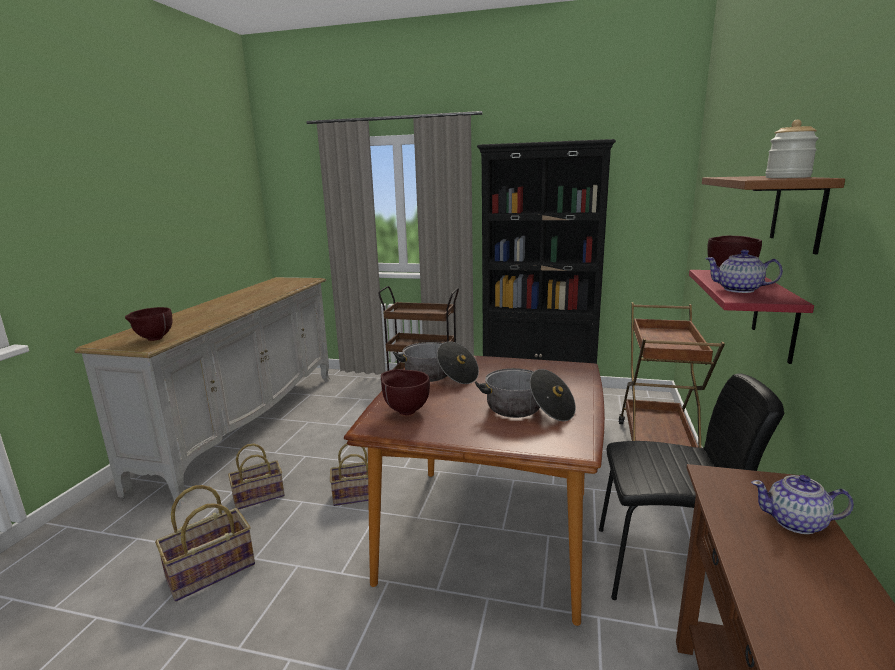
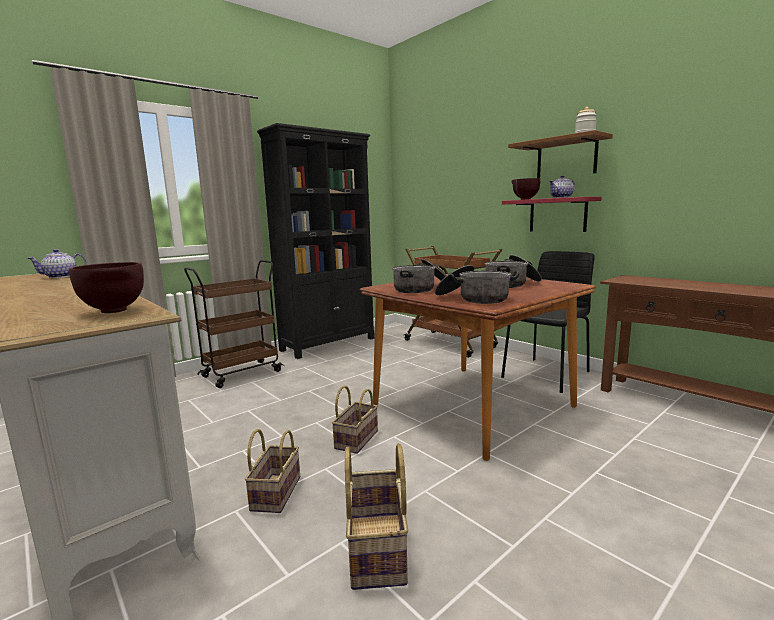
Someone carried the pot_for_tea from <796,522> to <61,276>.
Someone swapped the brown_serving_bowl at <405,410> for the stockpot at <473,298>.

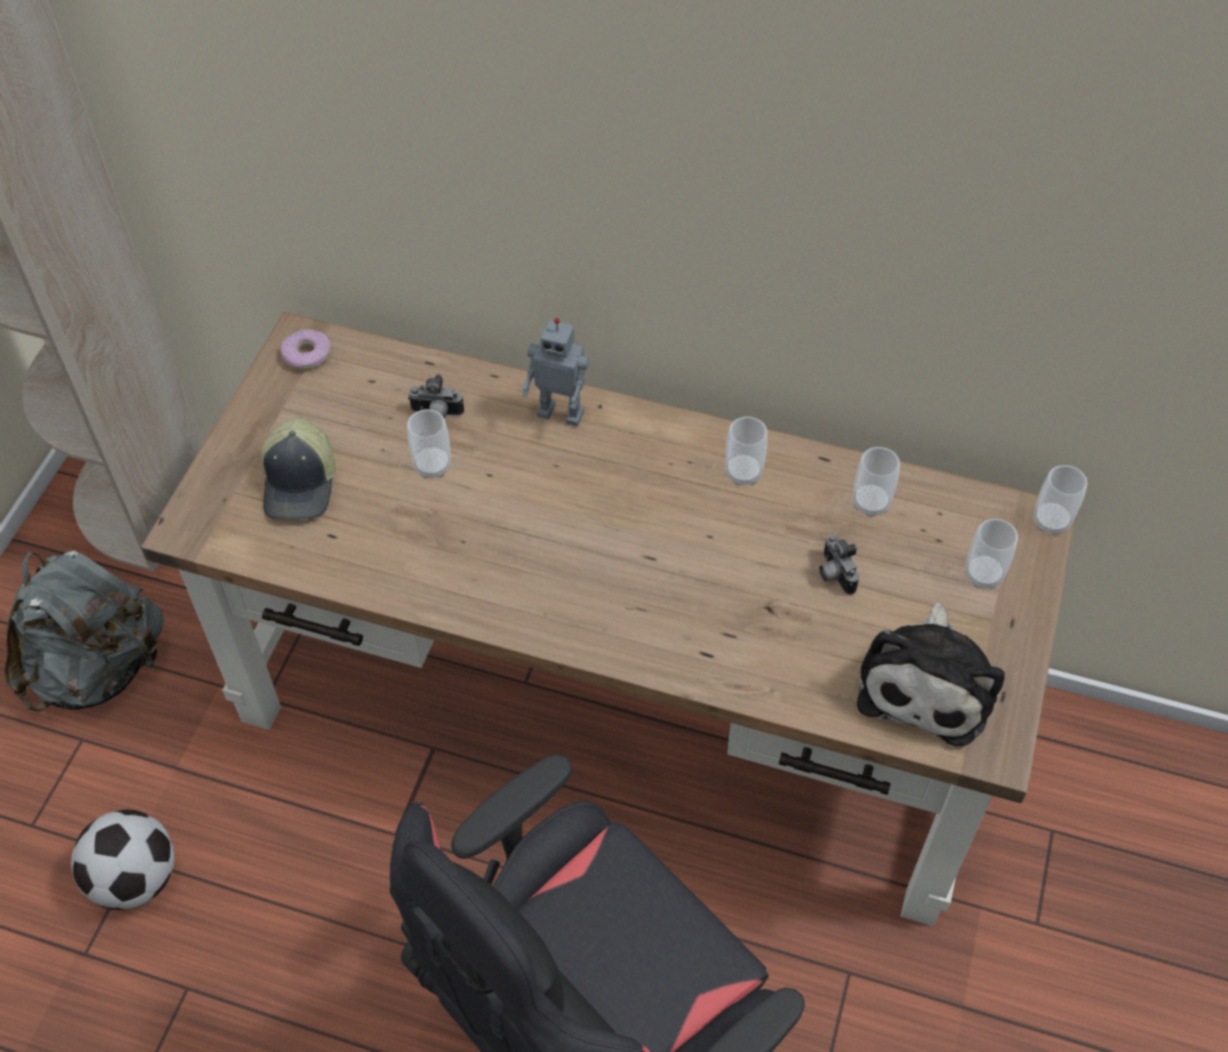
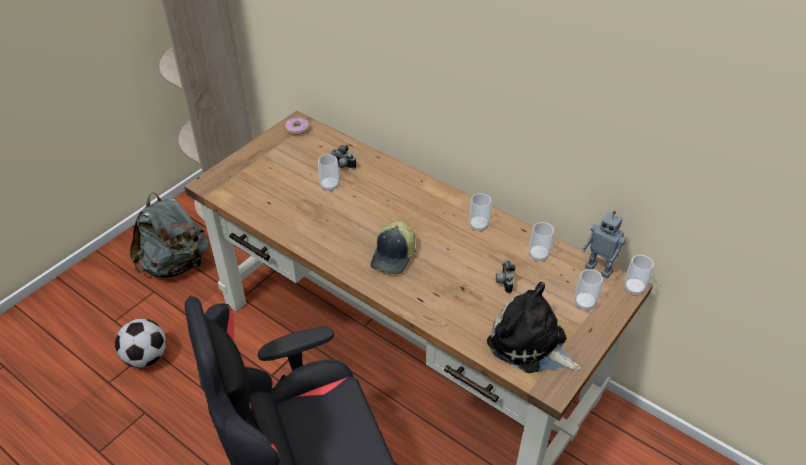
Someone carried the baseball_cap from <301,483> to <394,256>.
Someone carried the robot_figure from <561,412> to <599,269>.
Someone rotated the plush_toy at <928,683> by 90 degrees clockwise.

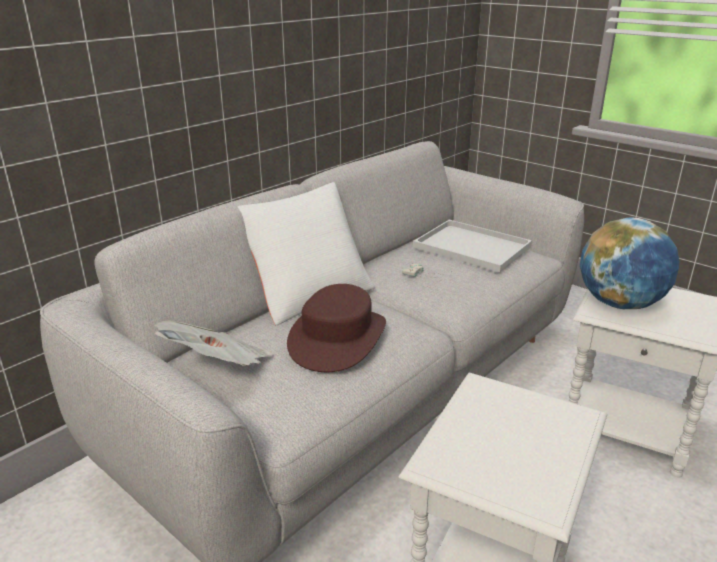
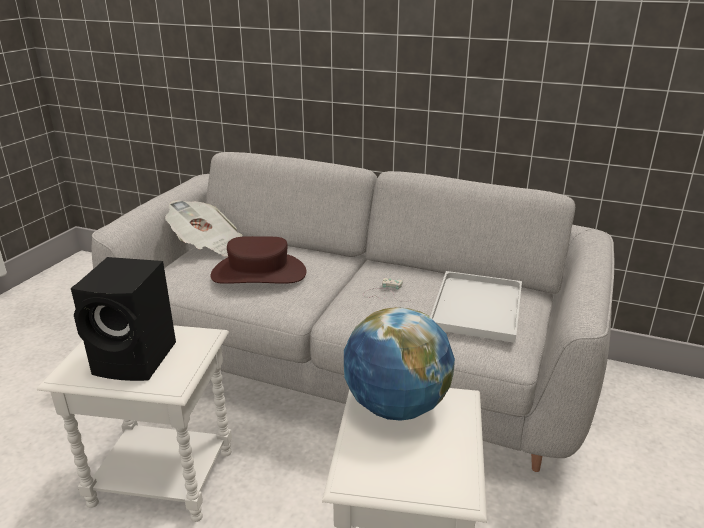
Someone took away the white-coloured_throw_pillow at <308,293>.
Someone put down the black-coloured_loudspeaker at <137,359>.

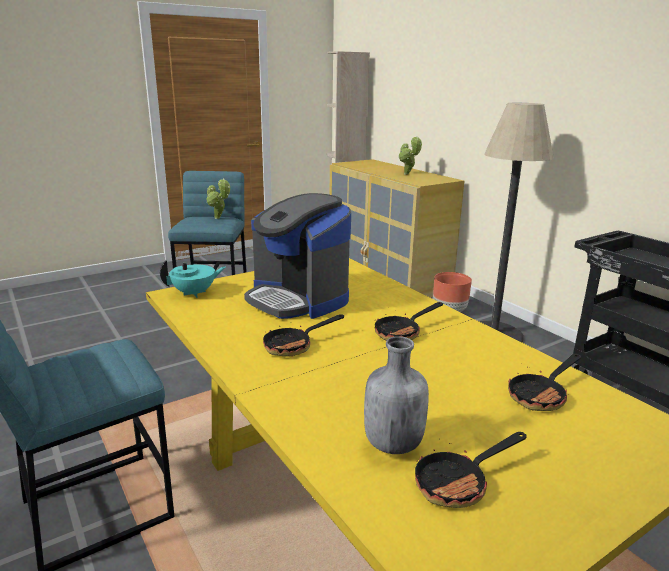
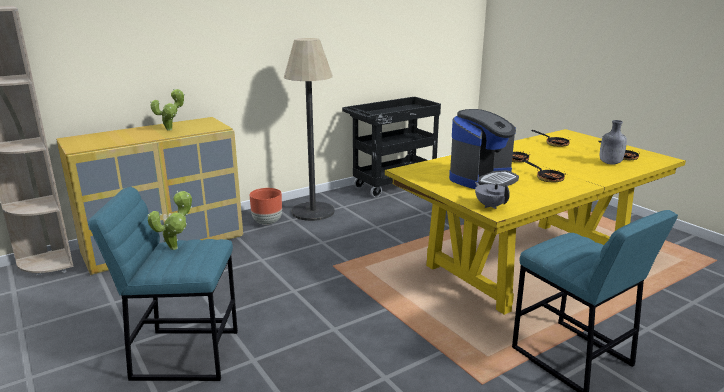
Someone repainted the blue-green_pot_for_tea at <195,293>, which became the grey_pot_for_tea at <490,206>.

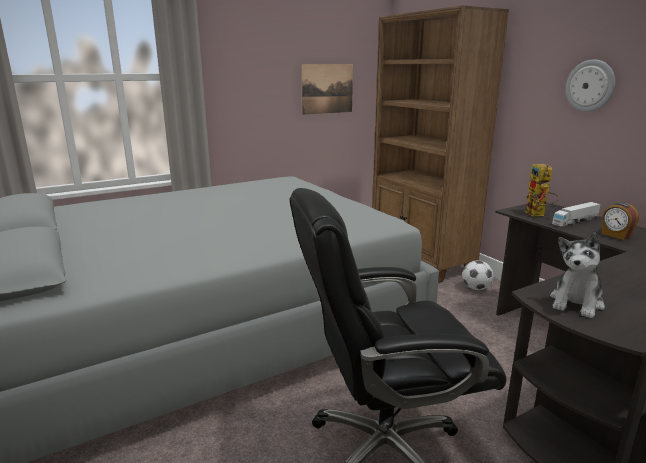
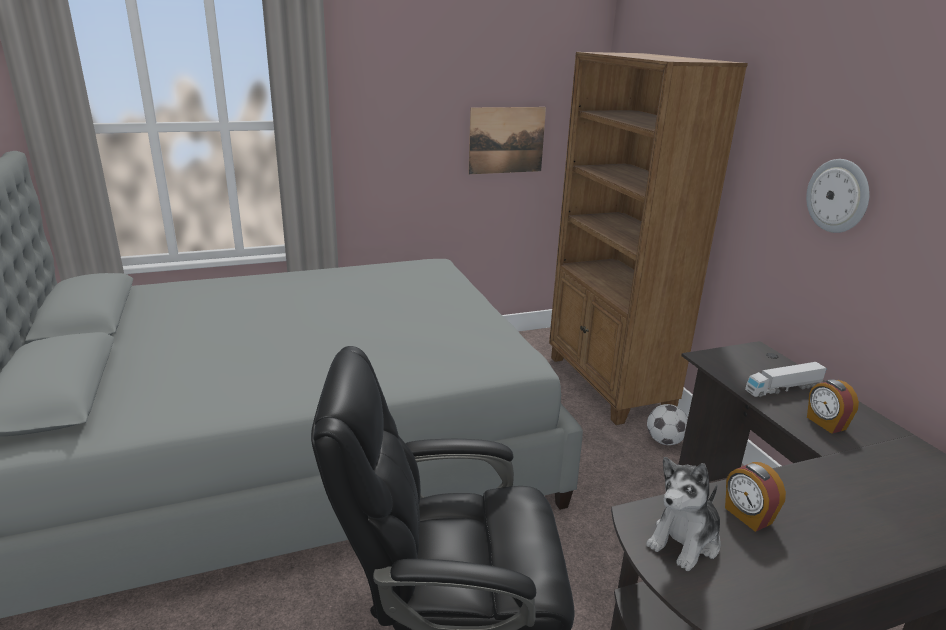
Someone took away the robot_figure at <538,215>.
Someone put down the table_clock at <747,516>.

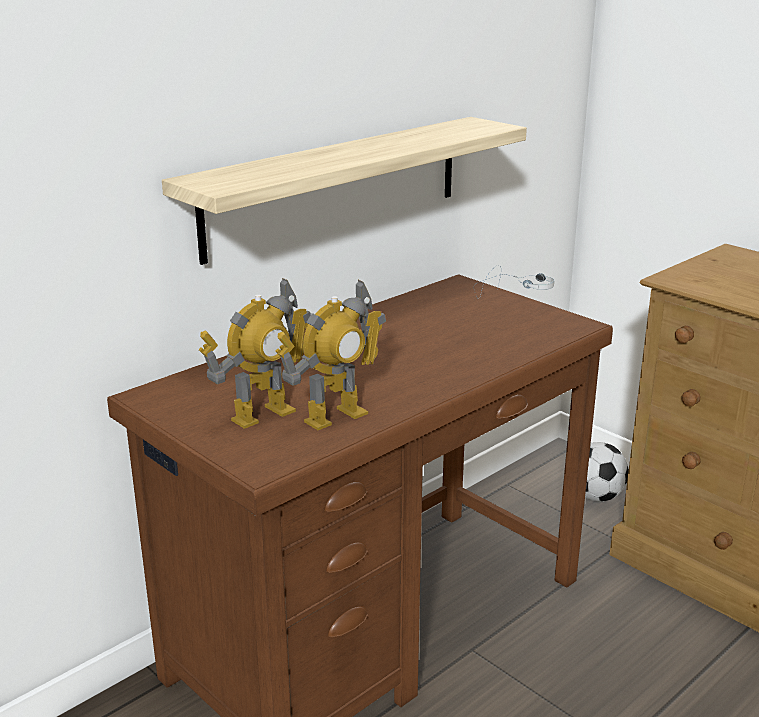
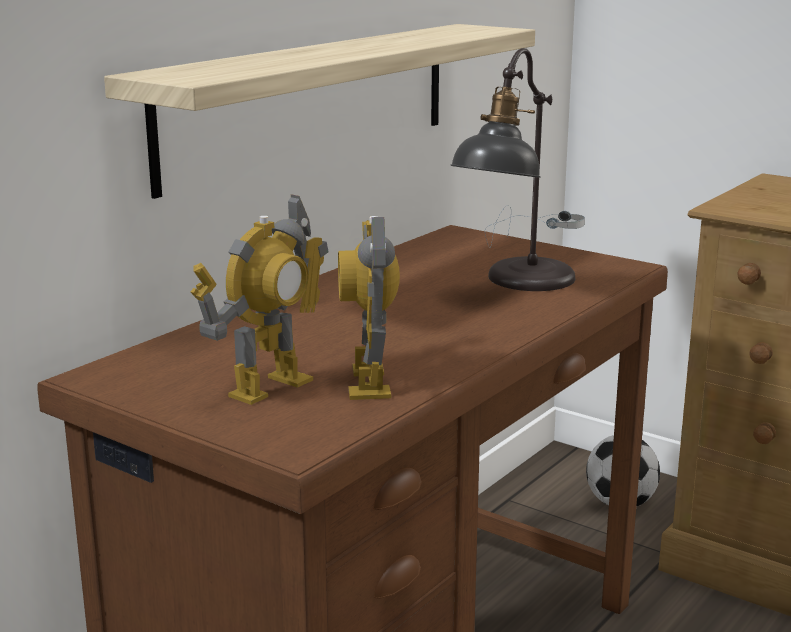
Someone put down the grey_tabletop_lamp at <515,288>.
Someone rotated the robot_figure at <335,417> by 135 degrees clockwise.

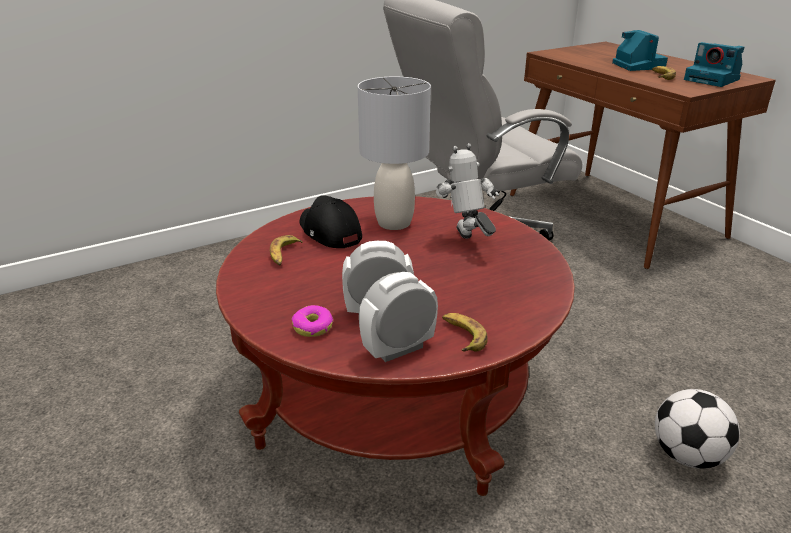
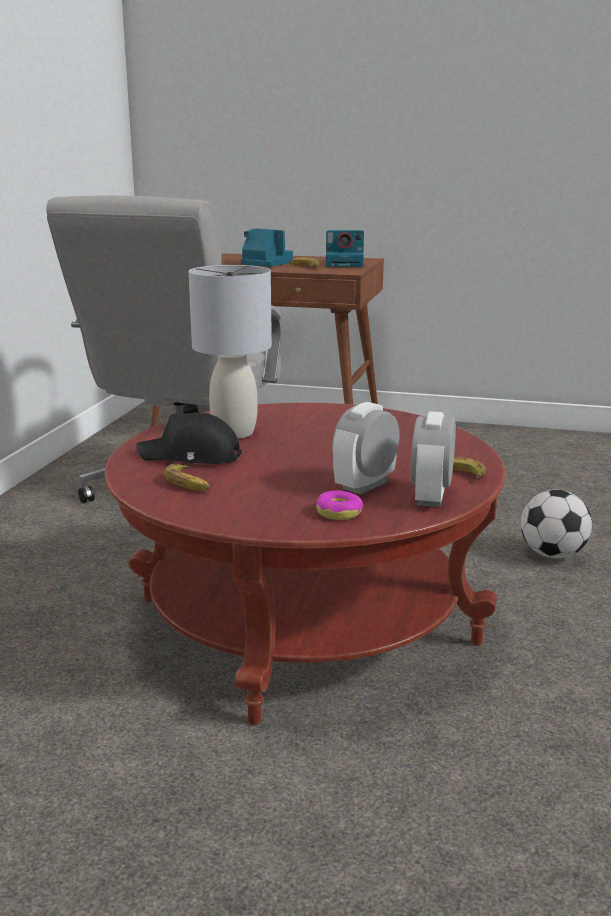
Someone took away the robot_figure at <466,242>.

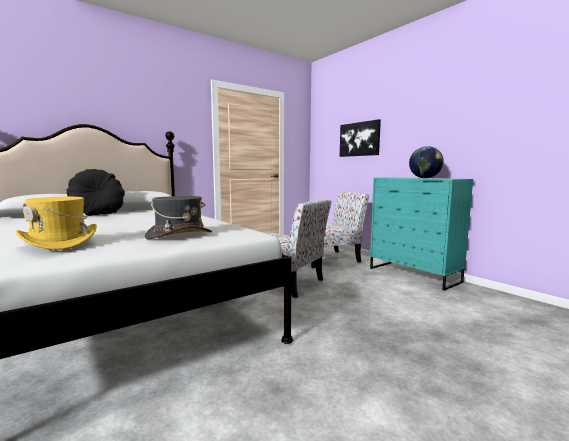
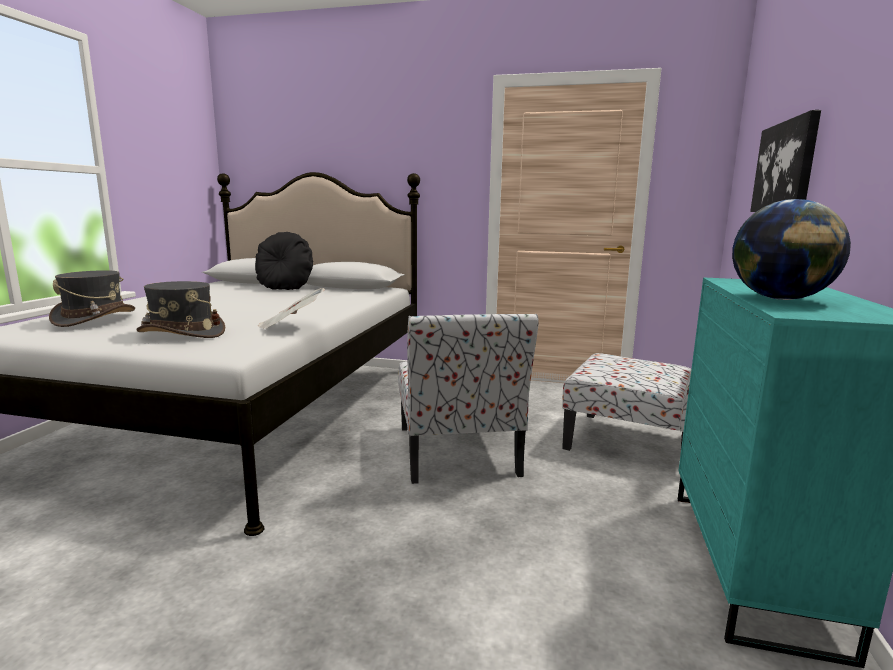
Someone put down the daily_paper at <291,326>.
Someone repainted the yellow-coloured_hat at <60,242>, which became the grey_hat at <95,318>.

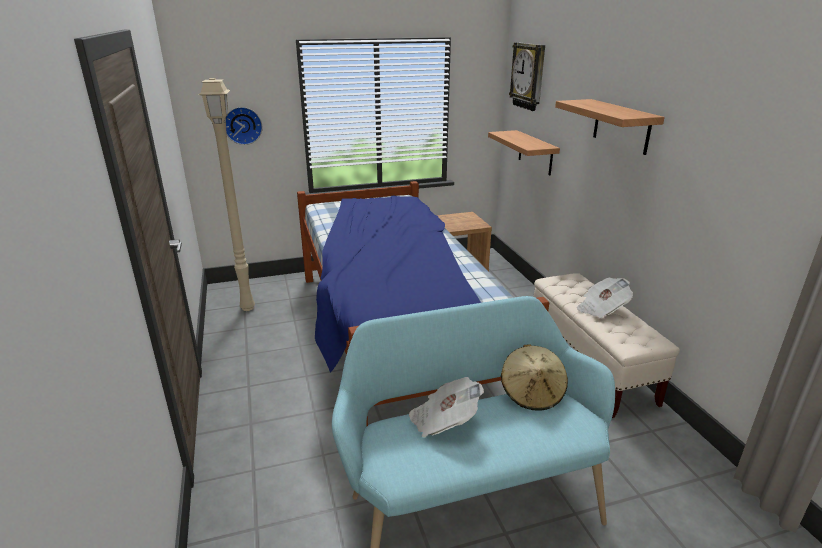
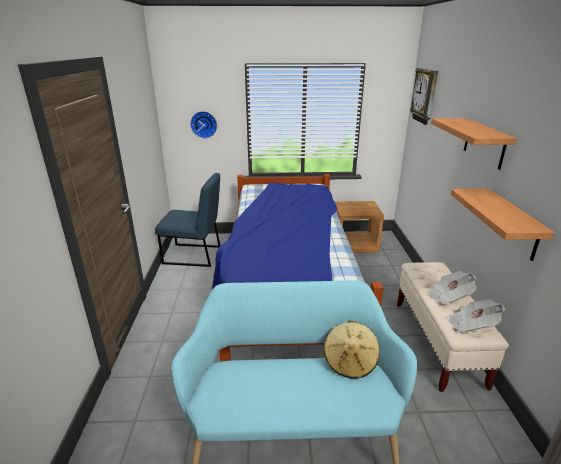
Someone carried the daily_paper from <444,421> to <471,325>.
Someone carried the shelf from <535,152> to <513,224>.
Someone swapped the beige_standing_lamp at <248,308> for the blue-coloured_upright_chair at <194,255>.

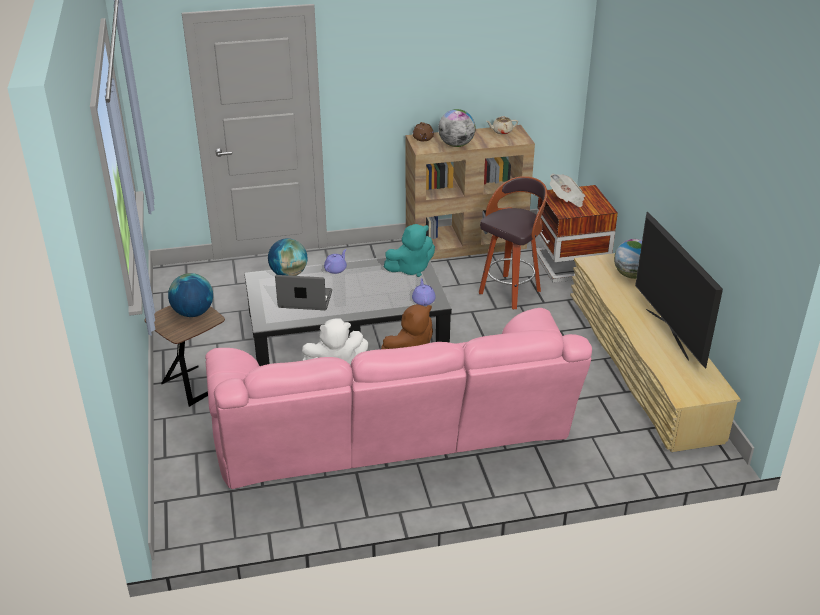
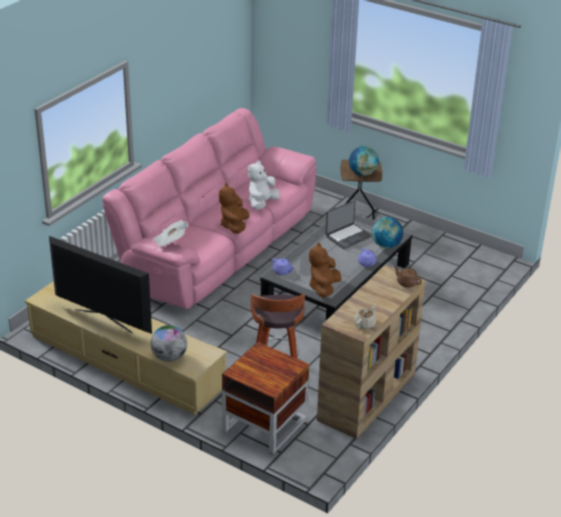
Someone took away the desk_globe at <456,145>.
Someone carried the daily_paper from <567,199> to <170,241>.
Someone repainted the blue-green_plush_toy at <411,269>, which became the brown_plush_toy at <324,288>.

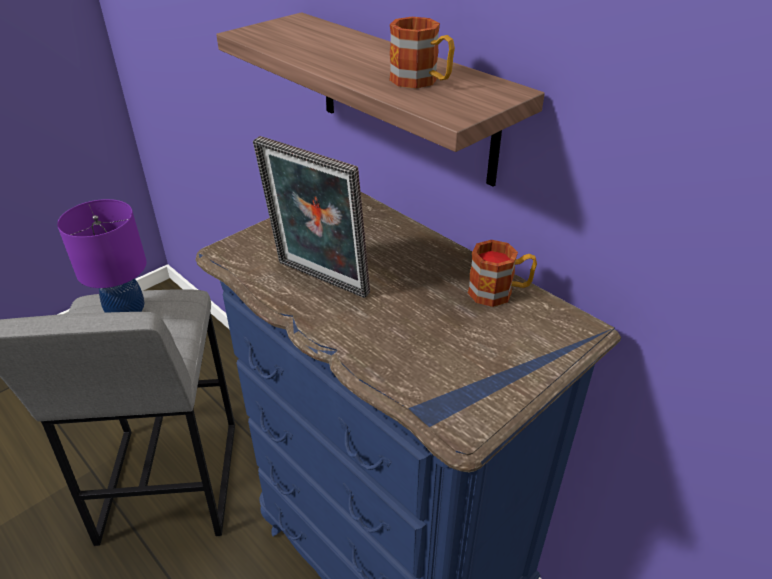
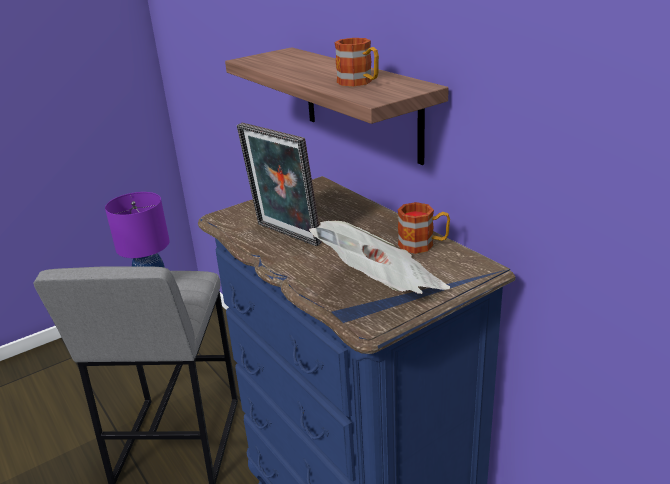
Someone put down the daily_paper at <382,287>.

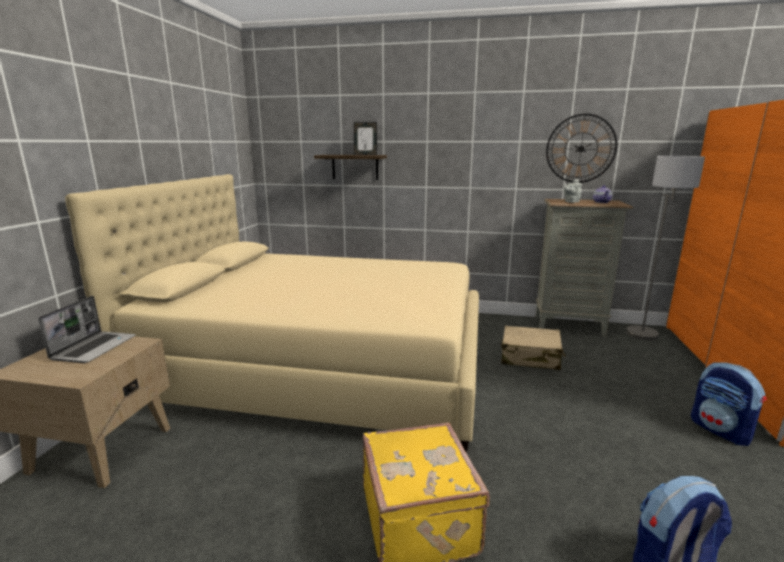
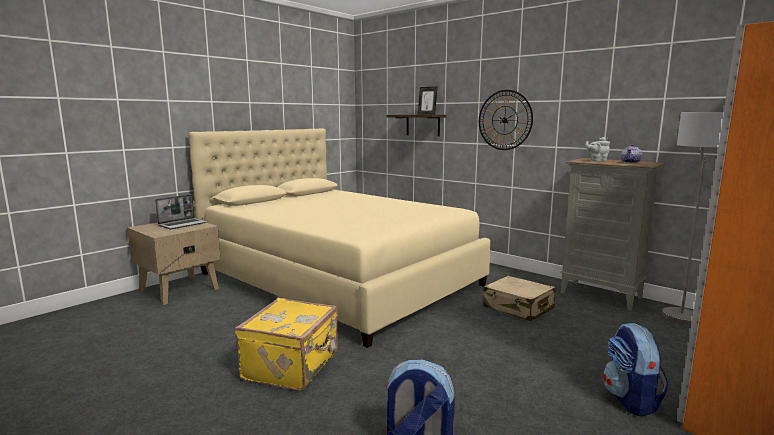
Someone carried the clock_on_the_wall from <581,149> to <504,120>.

